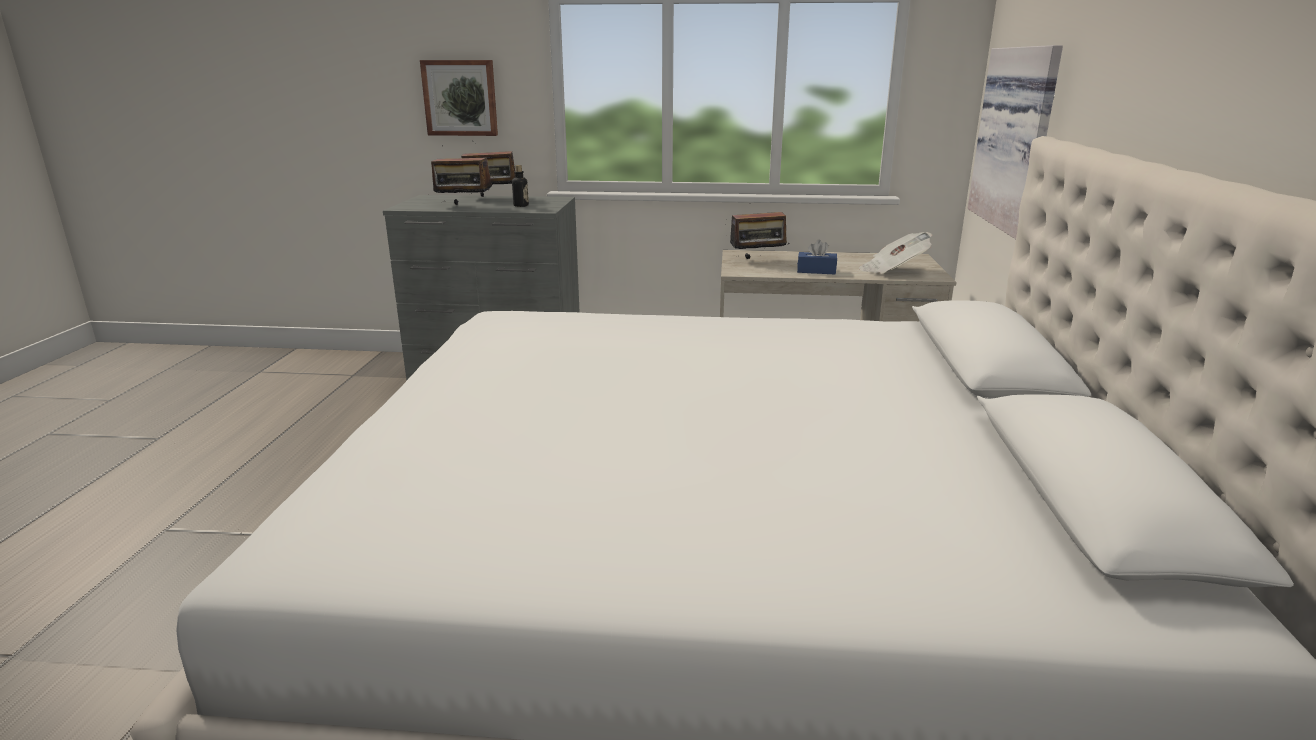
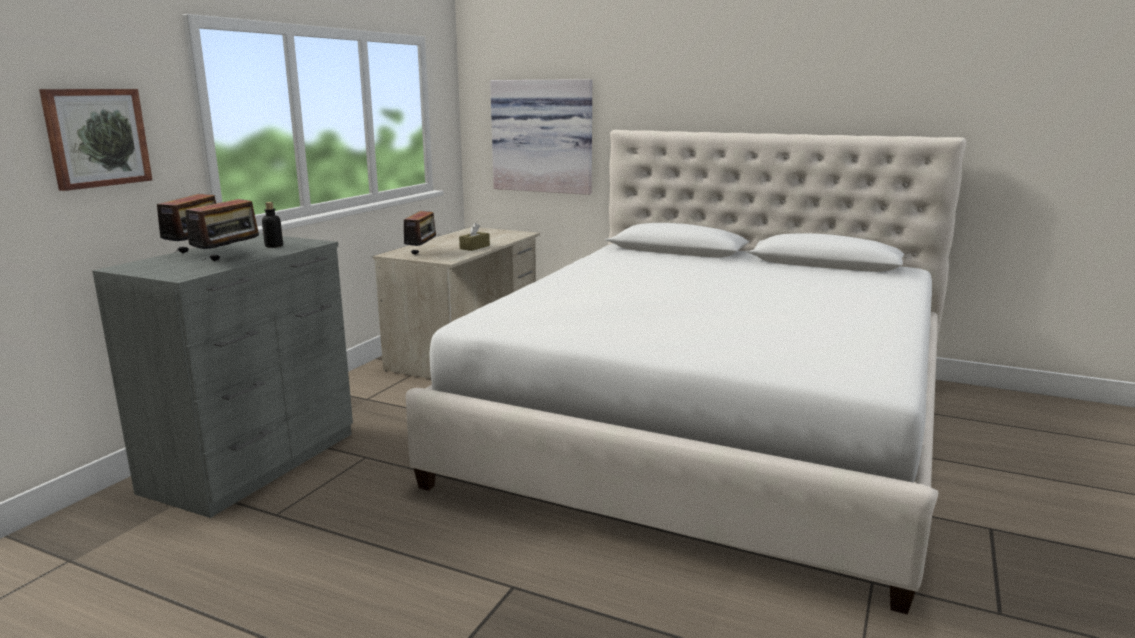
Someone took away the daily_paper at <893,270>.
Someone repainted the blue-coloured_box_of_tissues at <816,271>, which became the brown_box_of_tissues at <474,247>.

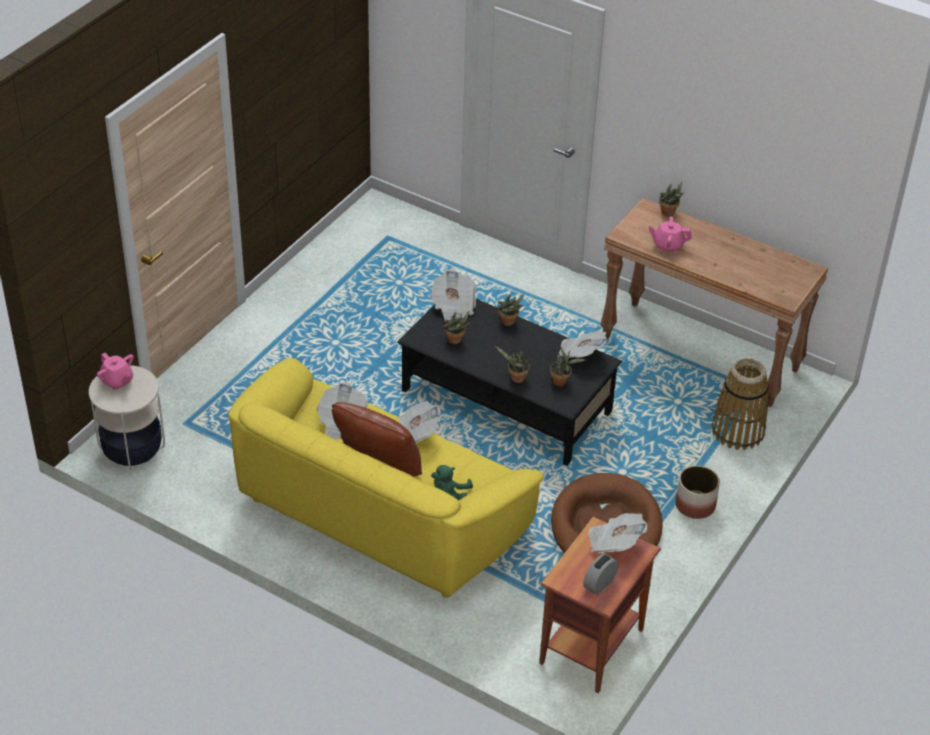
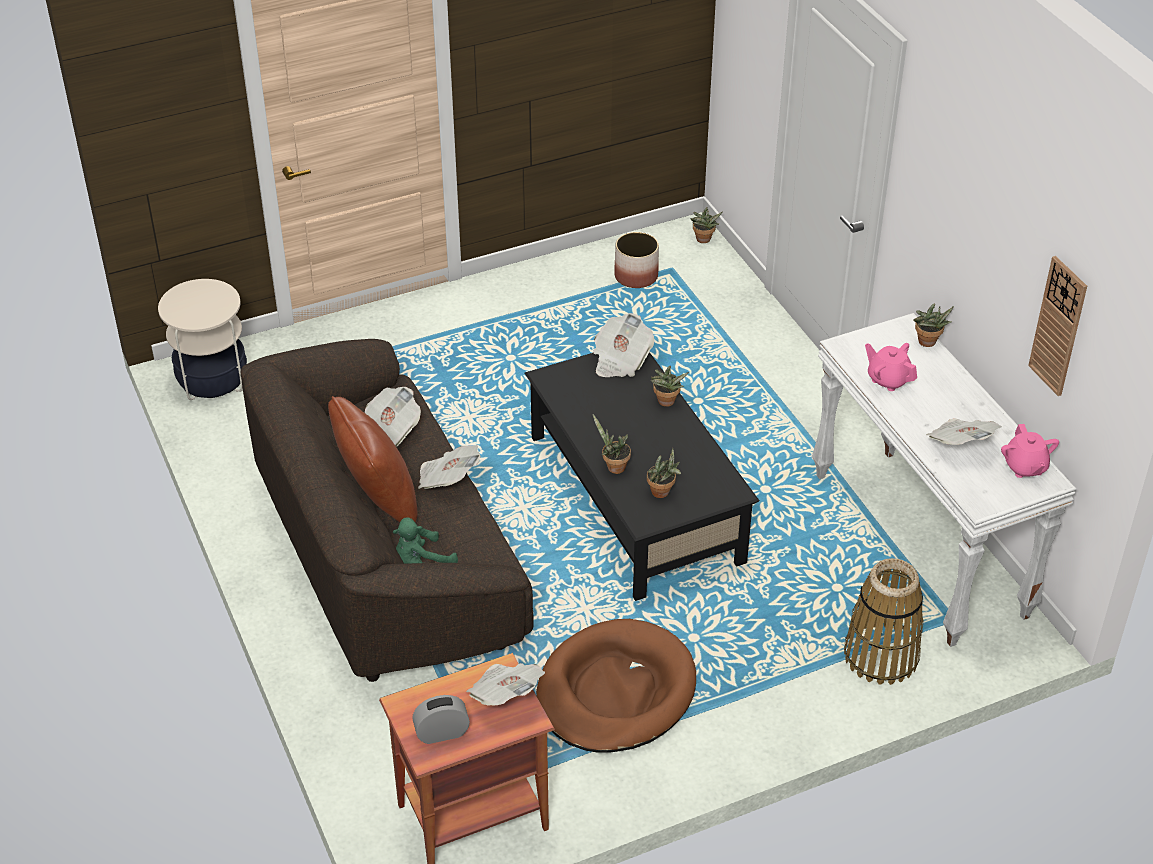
Someone put up the clock_on_the_wall at <1058,326>.
Someone carried the pink_pot_for_tea from <117,381> to <1025,467>.
Someone carried the houseplant from <455,341> to <703,240>.
Someone carried the daily_paper from <580,354> to <960,444>.
Someone carried the flower_pot from <695,504> to <636,276>.
Someone repainted the yellow-coloured_sofa at <380,512>, which became the brown_sofa at <388,555>.
Someone repainted the brown_narrow_table at <701,353>, which became the white-coloured_narrow_table at <920,544>.

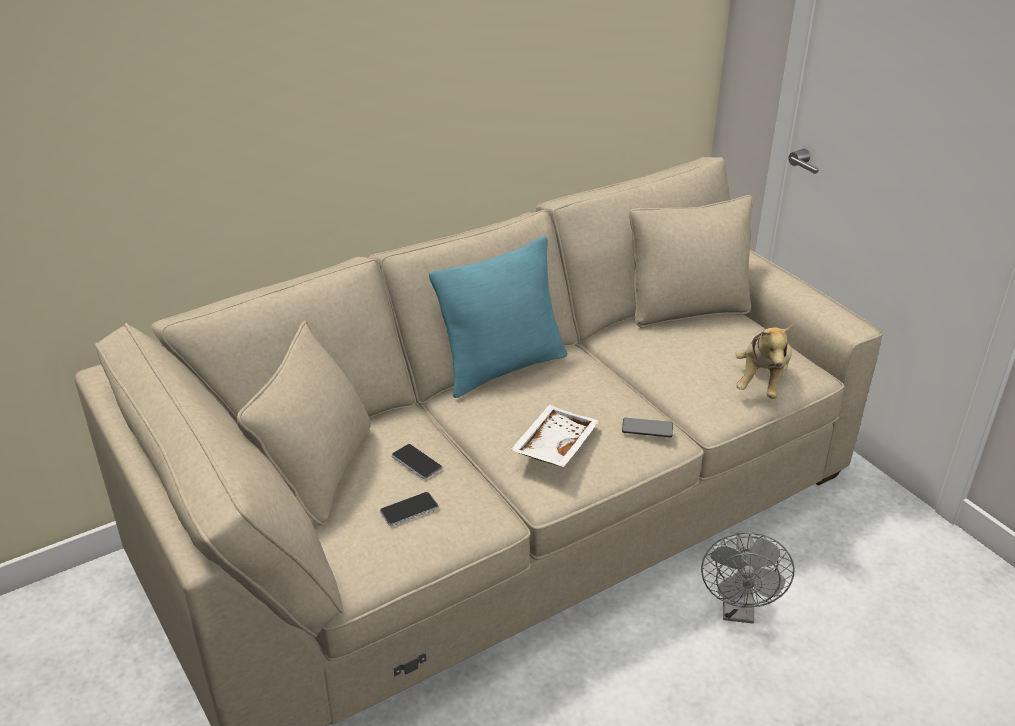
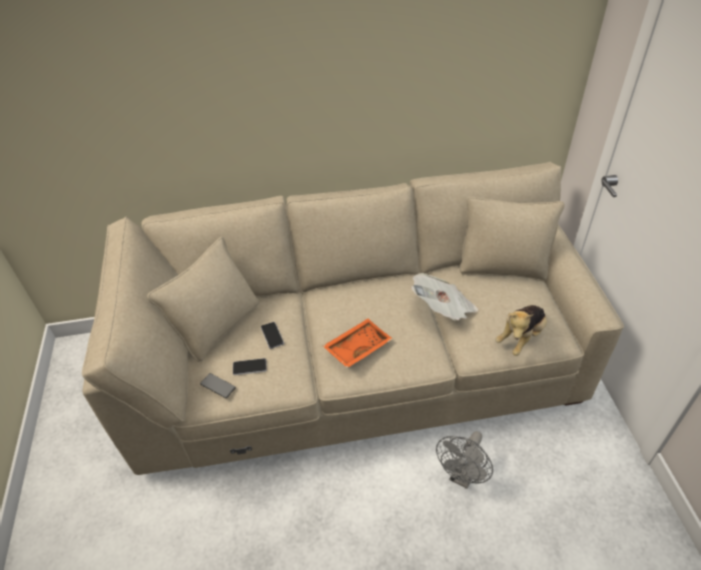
Someone took away the blue-green_throw_pillow at <502,368>.
Someone put down the daily_paper at <443,309>.
Someone carried the telephone from <647,428> to <218,386>.
Someone repainted the white-coloured_tray at <553,445>, which became the orangey_tray at <357,347>.

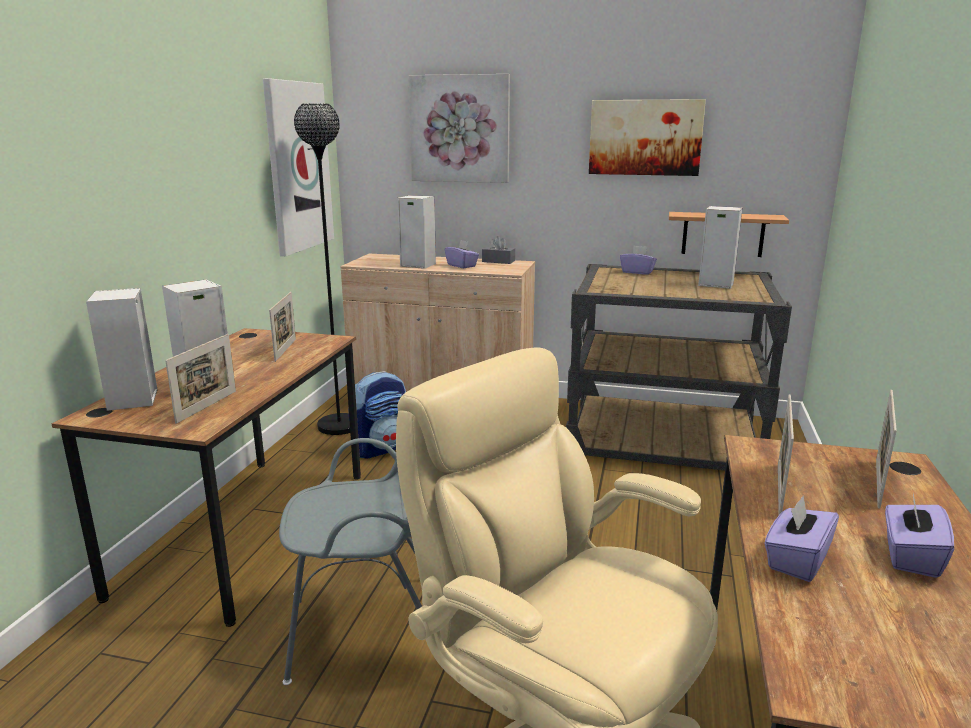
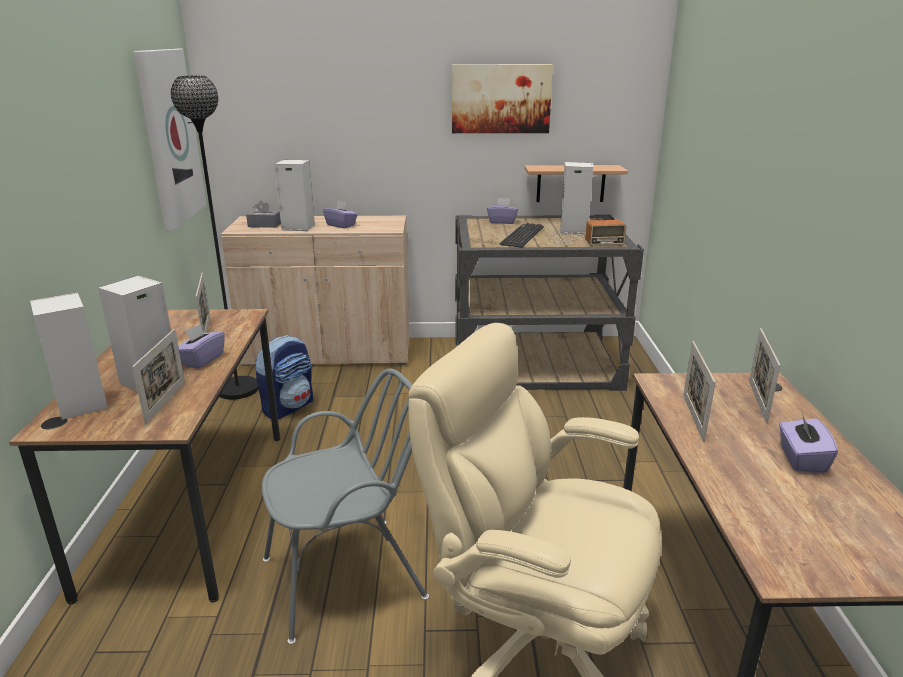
Someone took away the wall_art at <460,129>.
Someone put down the PC_keyboard at <522,236>.
Someone put down the radio at <582,240>.
Someone carried the grey_box_of_tissues from <498,261> to <264,225>.
Someone carried the purple-coloured_box_of_tissues from <796,560> to <201,360>.

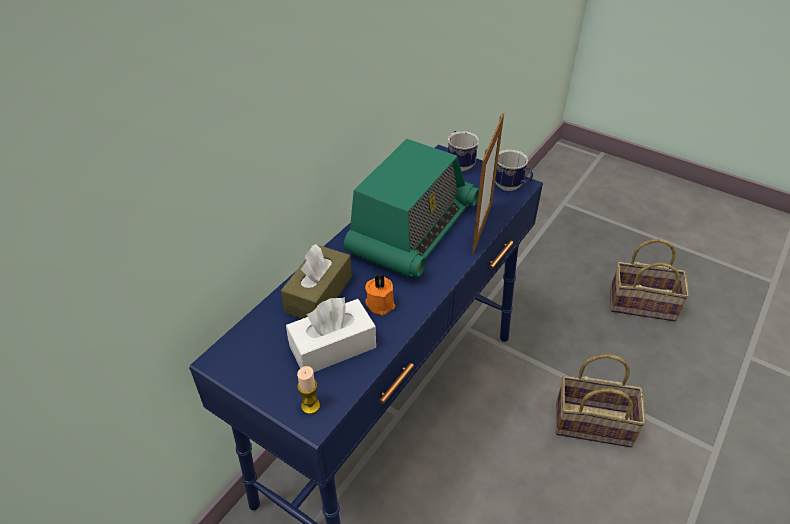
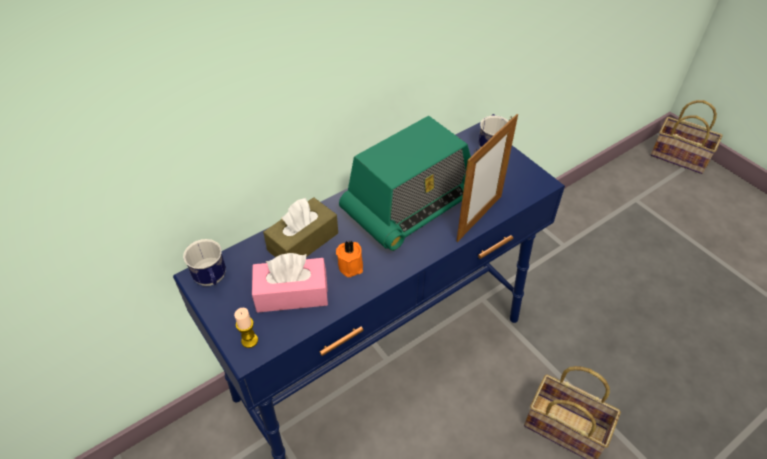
Someone carried the coffee_mug from <511,187> to <212,280>.
Someone carried the basket from <643,304> to <681,157>.
Someone repainted the white-coloured_box_of_tissues at <333,347>, which became the pink_box_of_tissues at <292,294>.

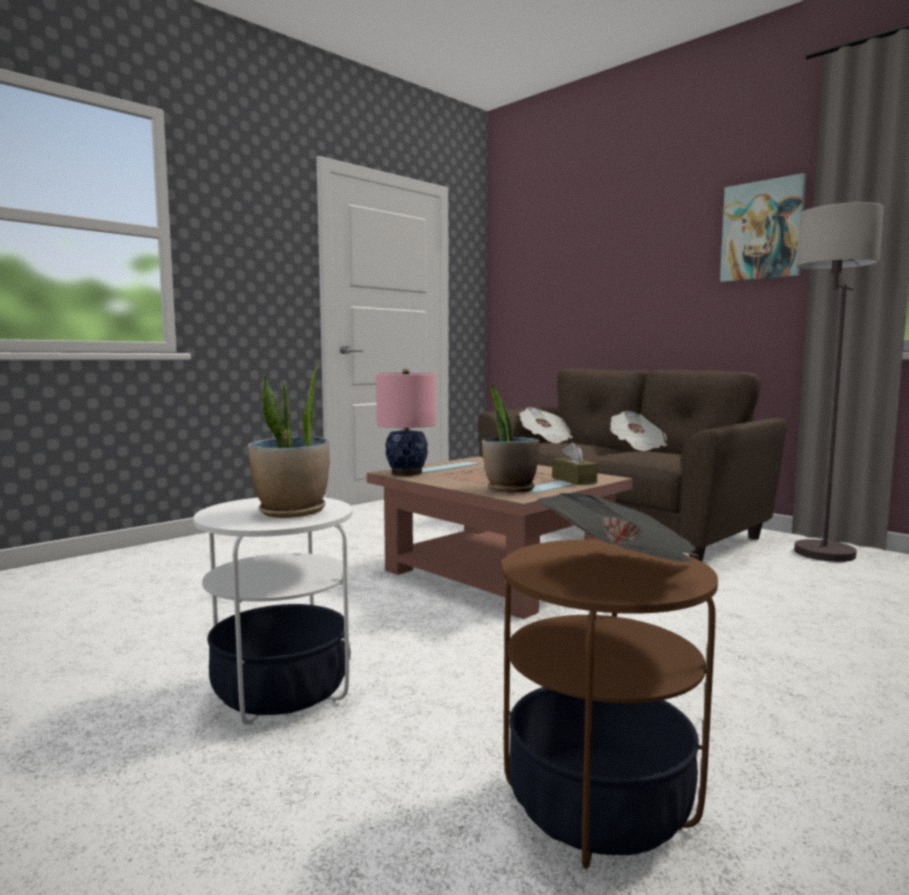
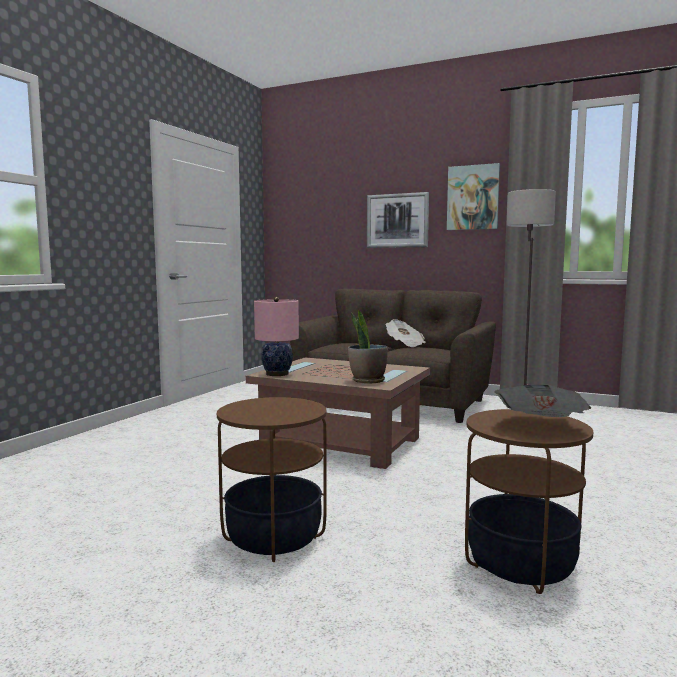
Someone took away the houseplant at <292,512>.
Someone took away the daily_paper at <545,440>.
Someone took away the brown_box_of_tissues at <574,480>.
Someone put up the wall_art at <397,220>.
Someone repainted the white-coloured_side_table at <281,694>, which became the brown_side_table at <273,540>.

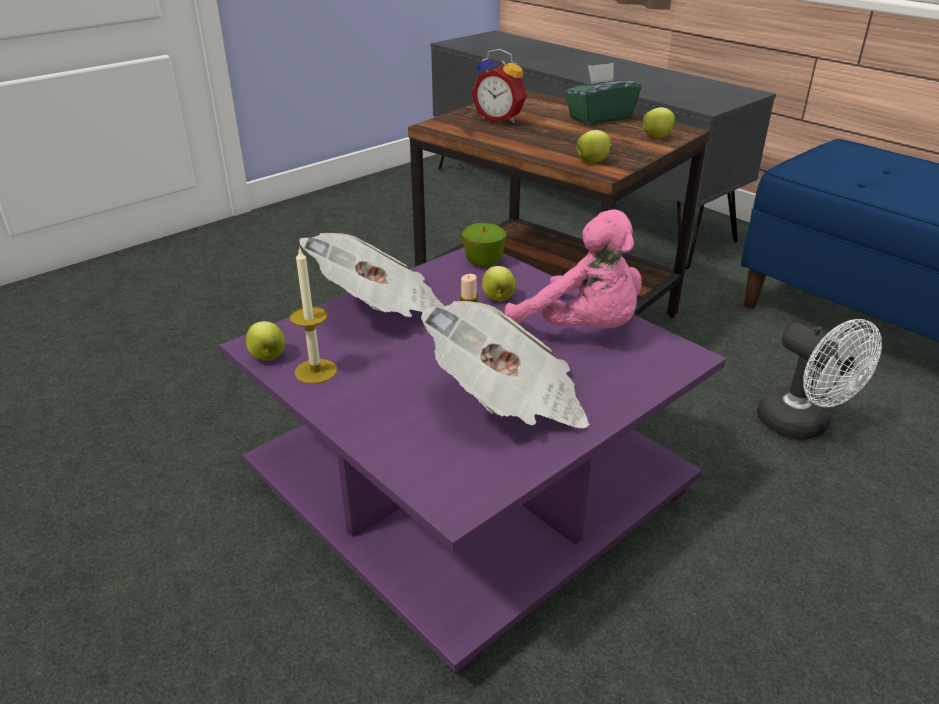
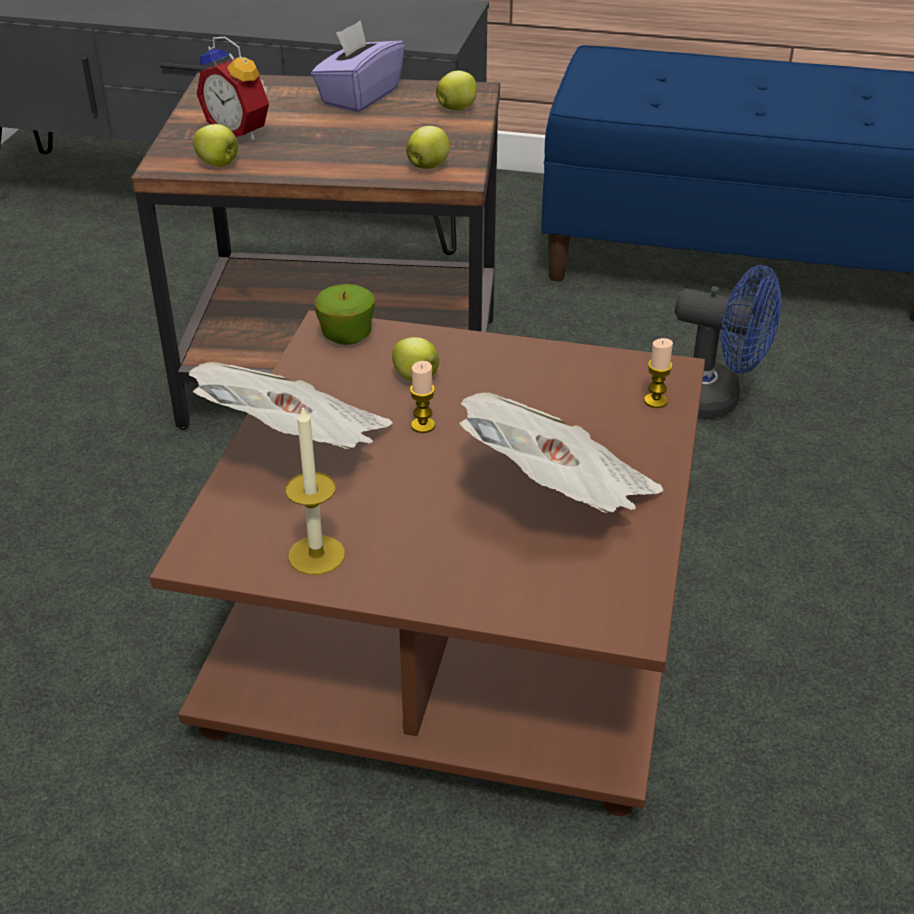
Someone took away the pink_plush_toy at <582,330>.
Someone put down the wax_light at <655,401>.
Someone carried the apple_fruit from <268,357> to <219,164>.
Someone repainted the purple-coloured_coffee_table at <469,492>, which became the brown_coffee_table at <460,627>.
Someone repainted the green_box_of_tissues at <599,118>, which became the purple-coloured_box_of_tissues at <359,97>.
Someone repainted the white-coloured_electric_fan at <802,425>, which became the blue-coloured_electric_fan at <713,400>.
Someone rotated the table_clock at <500,119> by 45 degrees clockwise.

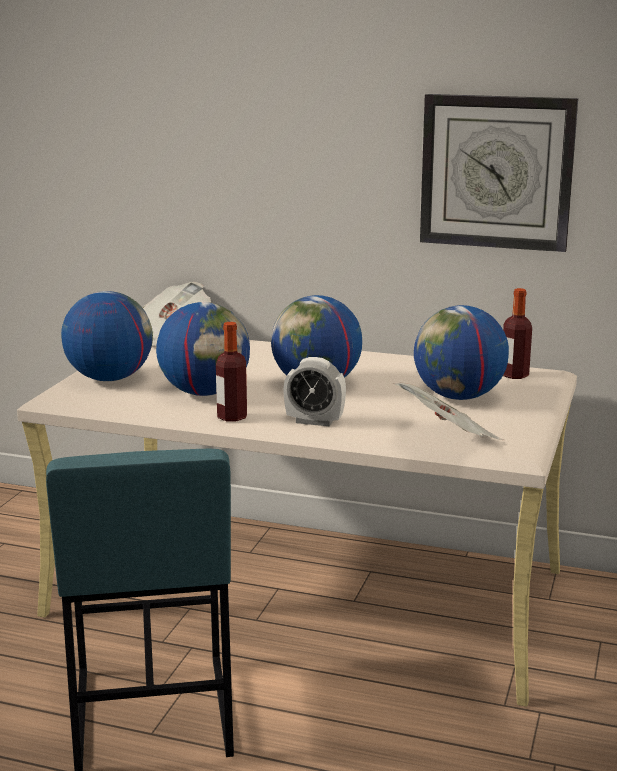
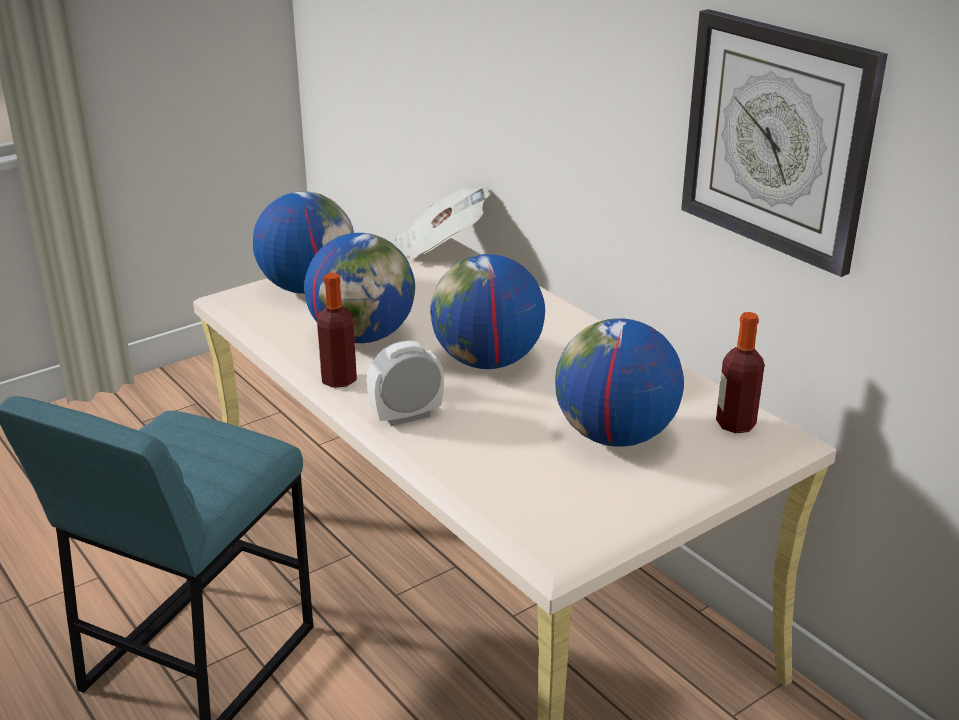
Someone took away the daily_paper at <448,439>.
Someone rotated the table_clock at <314,421> by 105 degrees clockwise.

